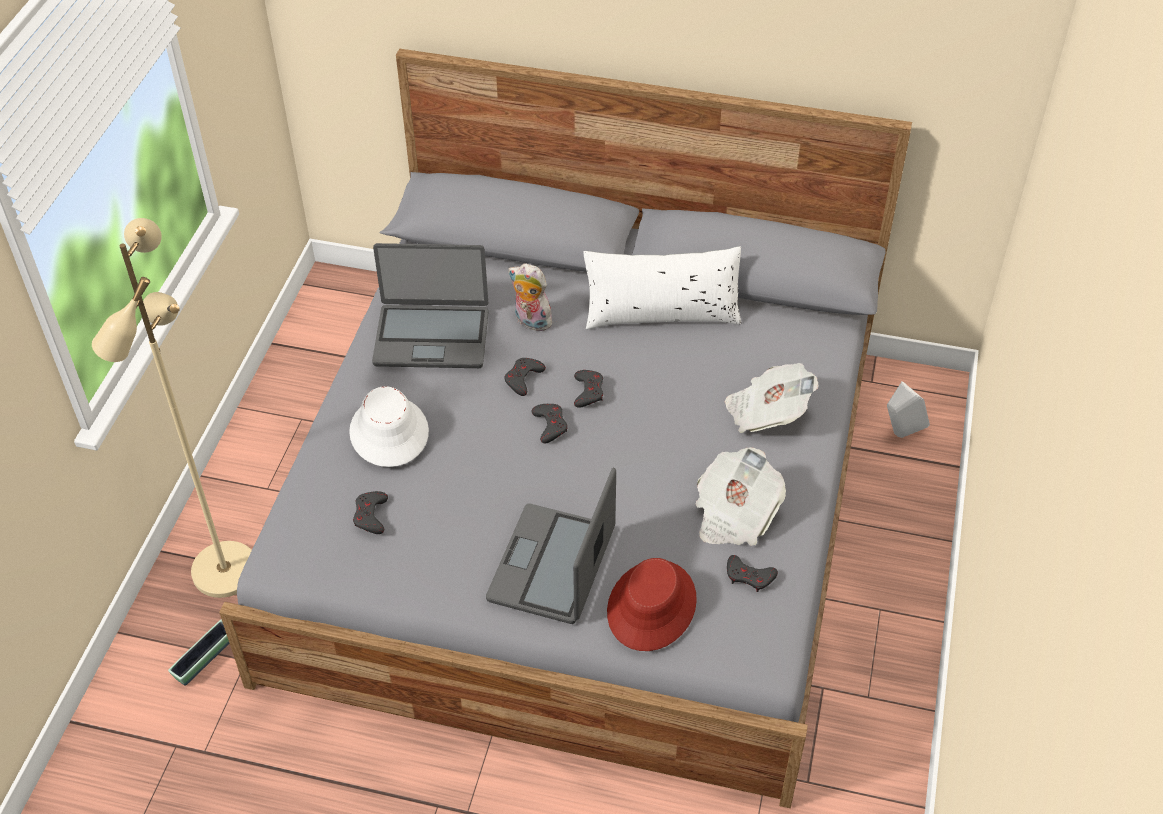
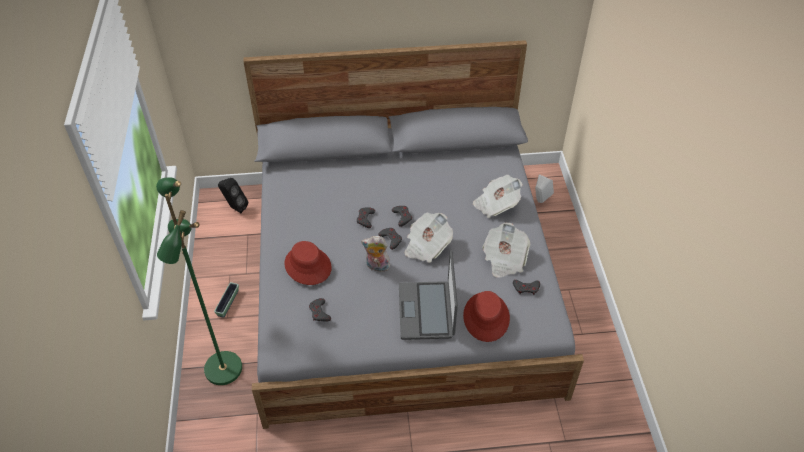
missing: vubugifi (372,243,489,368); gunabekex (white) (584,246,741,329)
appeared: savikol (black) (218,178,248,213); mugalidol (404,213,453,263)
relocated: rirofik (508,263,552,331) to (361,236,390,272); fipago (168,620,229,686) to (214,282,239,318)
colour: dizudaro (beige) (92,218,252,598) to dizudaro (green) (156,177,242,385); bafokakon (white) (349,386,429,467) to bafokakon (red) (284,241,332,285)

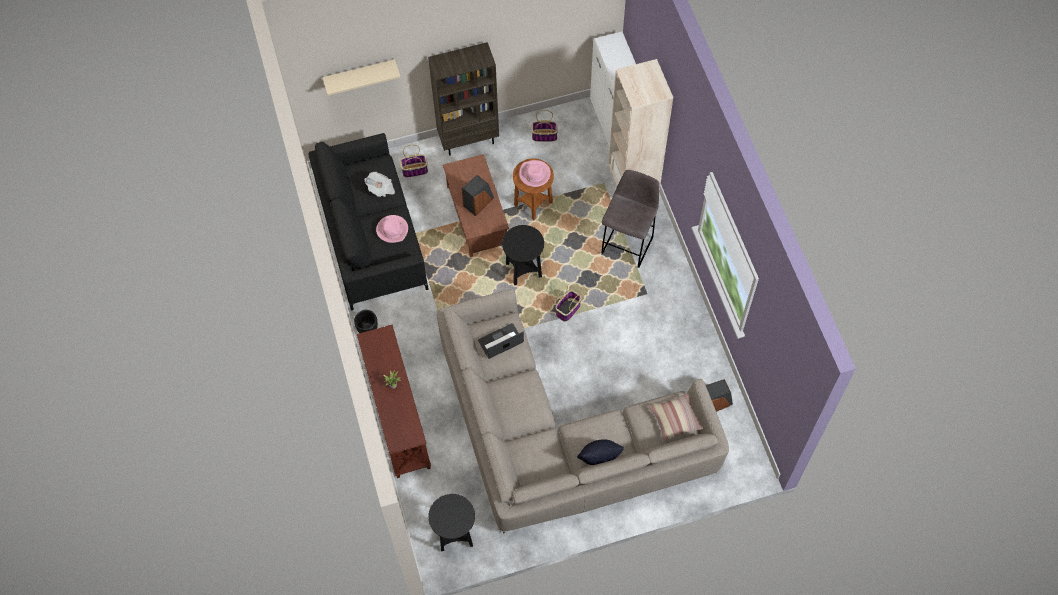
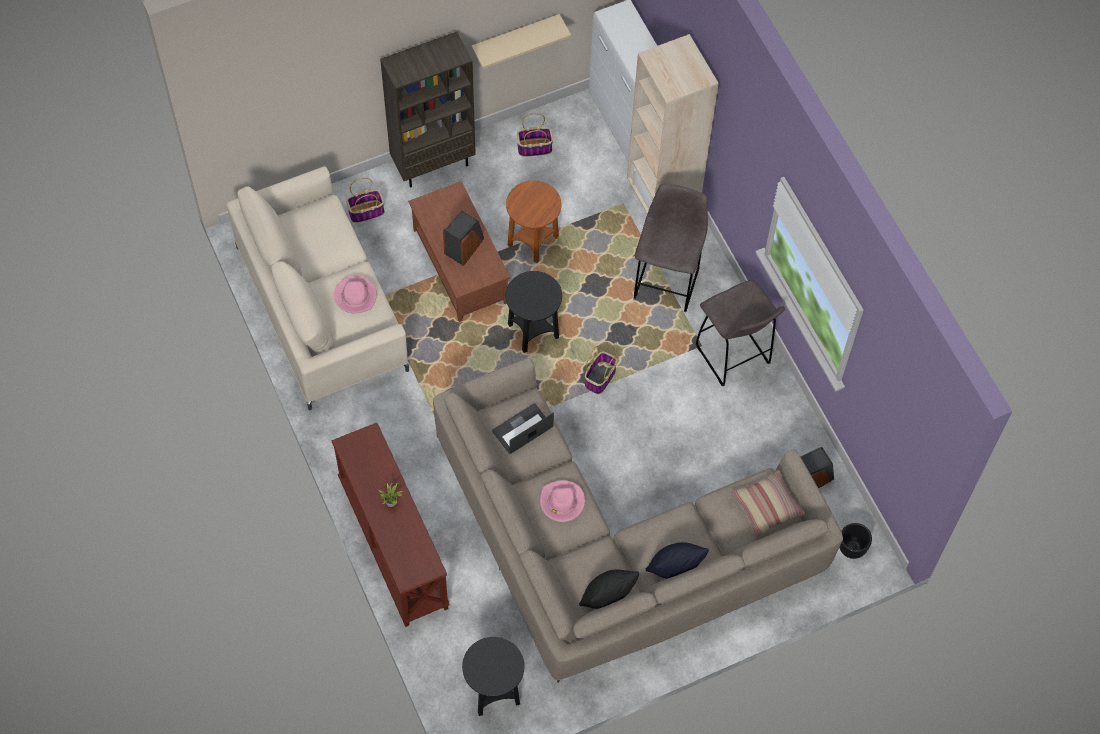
missing: mugalidol (365,172,395,197)
appeared: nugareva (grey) (696,280,785,386); gunabekex (black) (579,569,639,609)
relocated: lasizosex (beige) (322,59,401,96) to (471,14,571,69); bafokakon (pink) (519,160,551,187) to (540,480,585,522); fipago (black) (354,310,378,333) to (839,523,872,559)
colour: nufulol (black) (309,133,429,310) to nufulol (beige) (226,166,409,410)

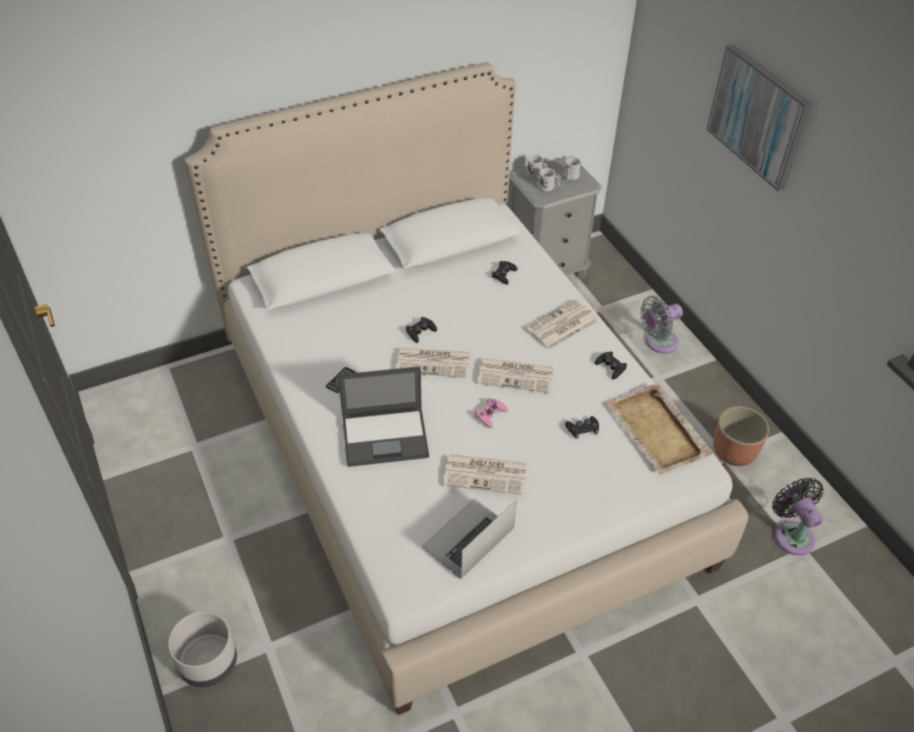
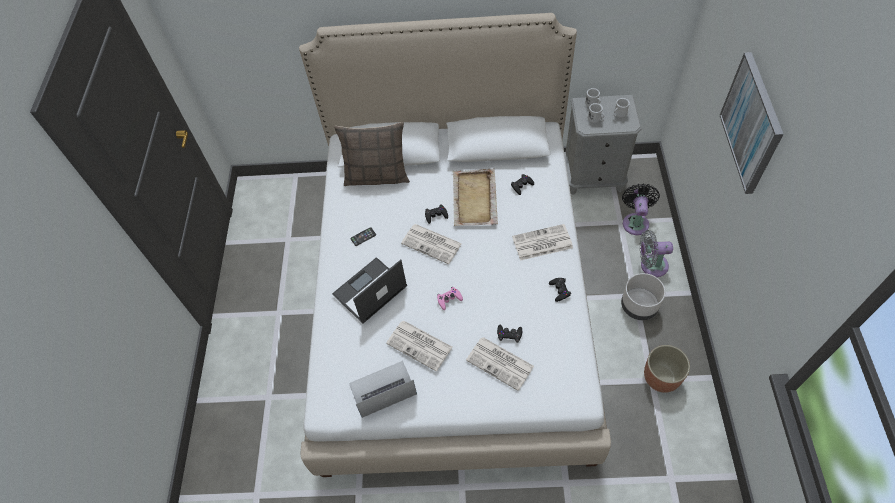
appeared: gunabekex (334,122,410,186)
relocated: mugalidol (478,358,553,393) to (466,337,534,391); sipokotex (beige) (605,383,714,474) to (452,169,498,226); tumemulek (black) (772,478,824,556) to (622,183,660,235); fipago (grey) (168,611,237,687) to (621,273,665,320)
spun: vubugifi (338,366,429,467) = (332,257,407,324) 120 degrees clockwise

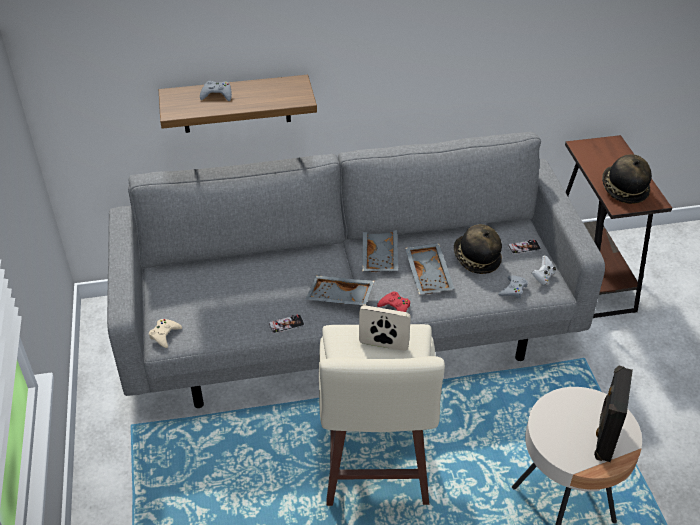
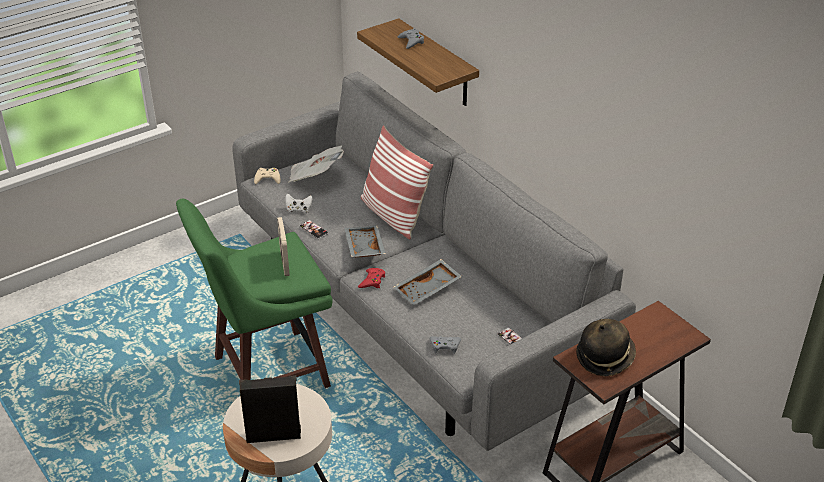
missing: bafokakon (454,224,502,274); sipokotex (grey) (362,230,398,272)
appeared: gunabekex (361,125,433,239); mugalidol (288,146,344,183)
relocated: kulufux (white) (532,255,556,285) to (285,194,313,213)
colour: nugareva (beige) (319,324,445,506) to nugareva (green) (176,199,332,388)

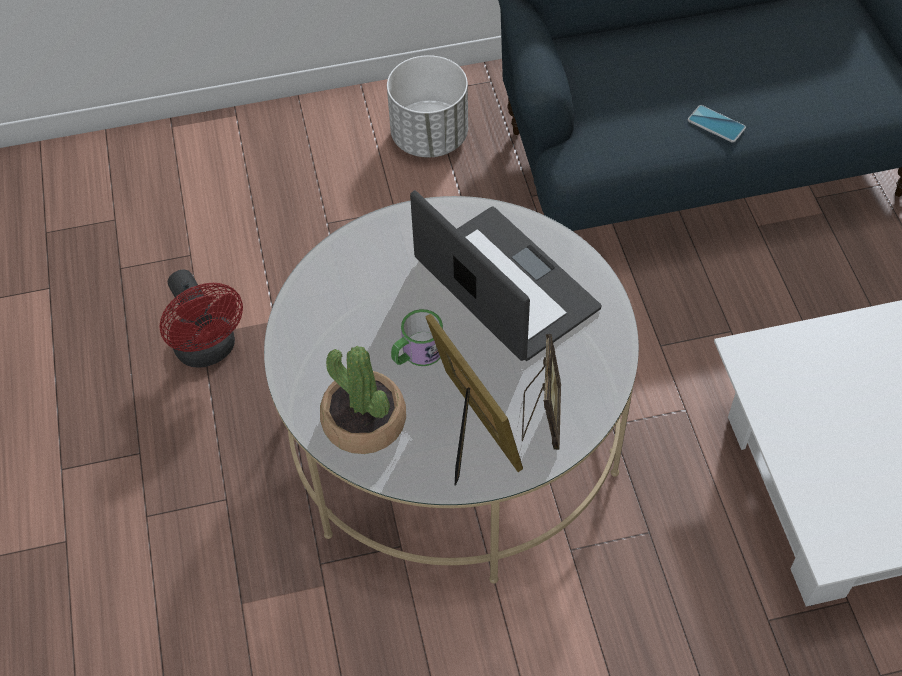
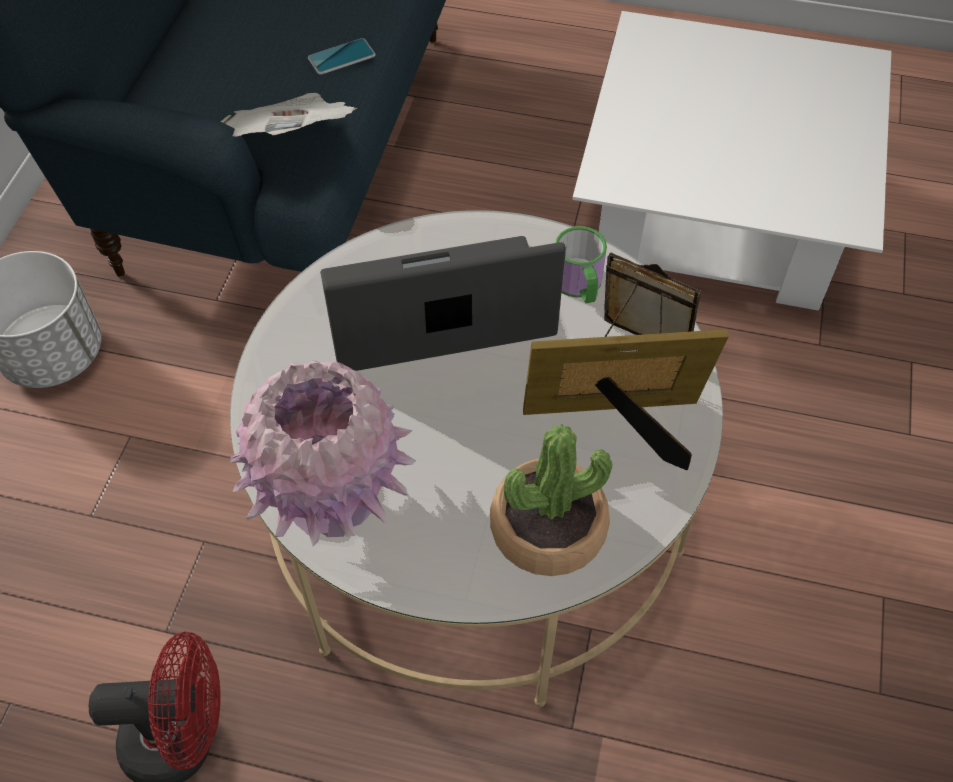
appeared: mugalidol (220,93,357,137); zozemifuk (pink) (230,361,416,546)
relocated: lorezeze (391,309,443,366) to (555,226,607,303)

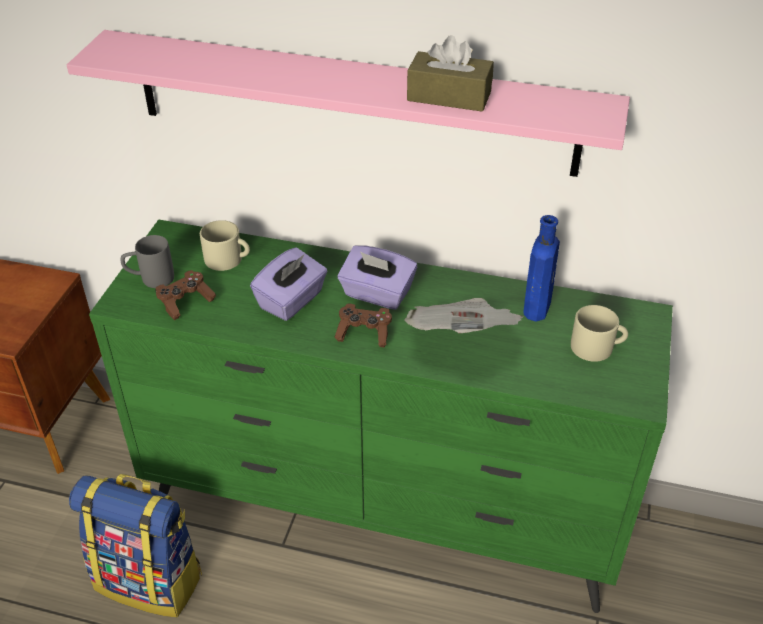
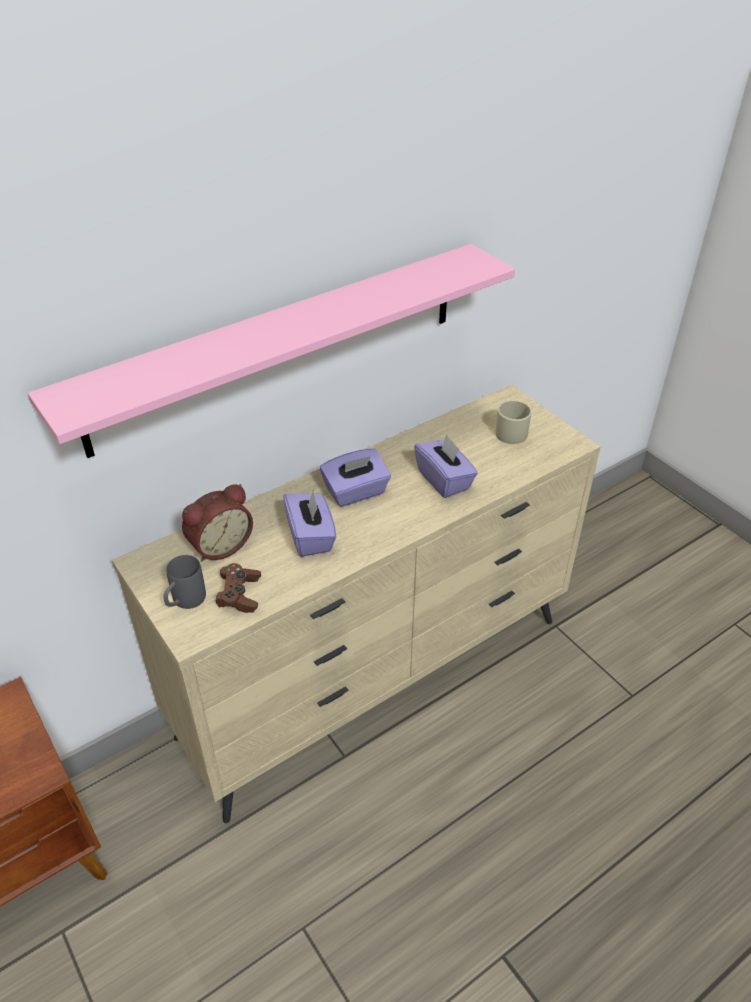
missing: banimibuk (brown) (407,35,494,112); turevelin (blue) (523,215,560,321); kulufux (brown) (334,304,392,347); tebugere (69,474,202,617)
exchanged: lorezeze (beige) (200,220,250,271) to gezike (182,484,253,562); mugalidol (405,298,523,333) to banimibuk (purple) (414,434,478,498)
colour: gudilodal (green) (89,219,673,613) to gudilodal (beige) (112,384,601,823)

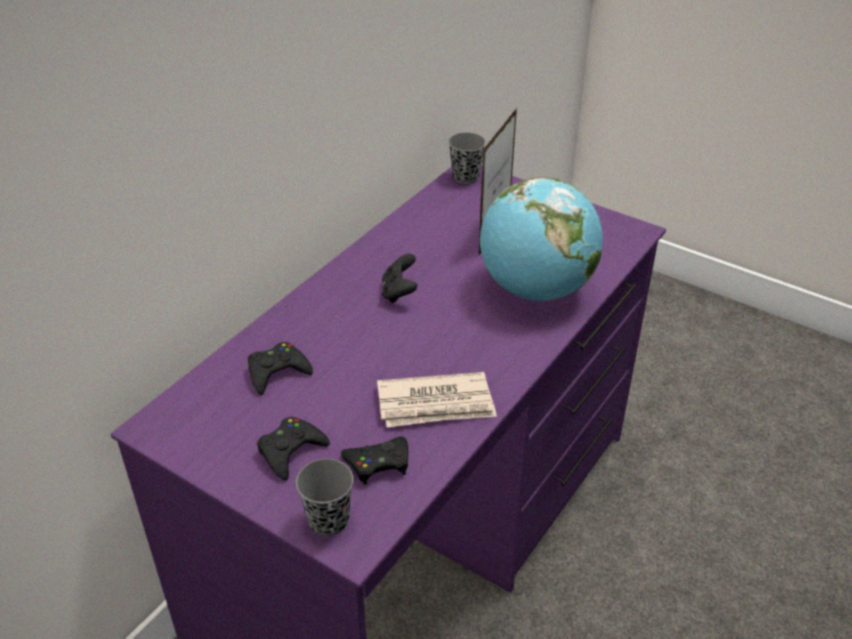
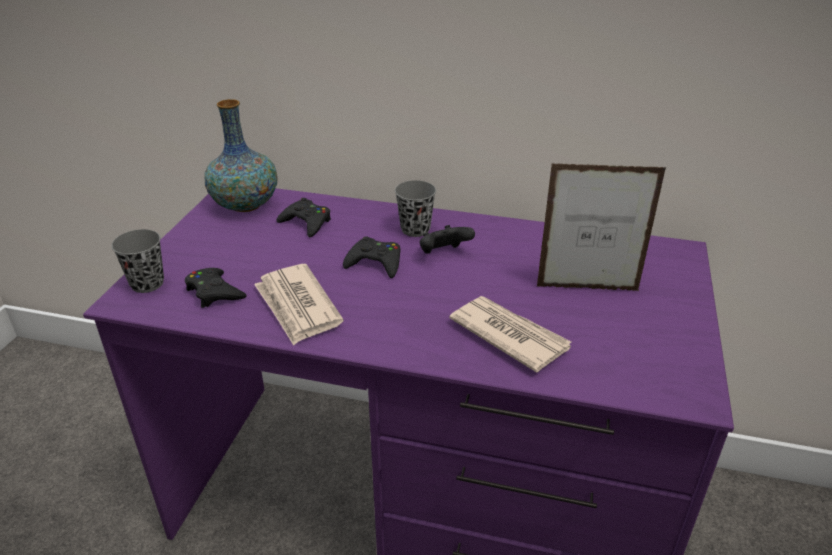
appeared: zozemifuk (204,99,278,212)
relocated: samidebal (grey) (448,132,486,184) to (395,180,436,237); kulufux (black) (257,417,330,481) to (343,236,400,278)
exchanged: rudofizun (479,177,603,301) to mugalidol (449,296,571,373)

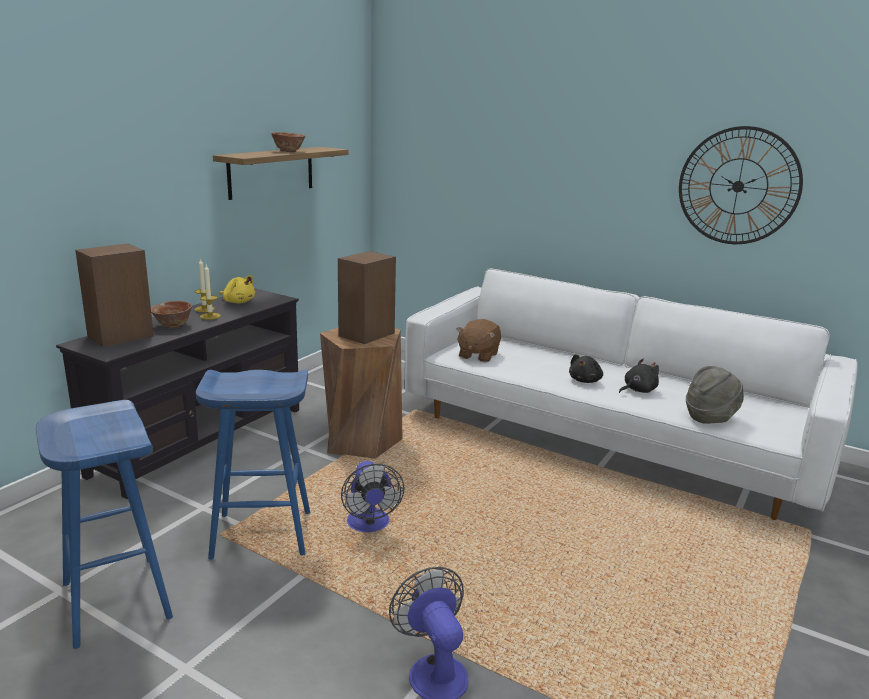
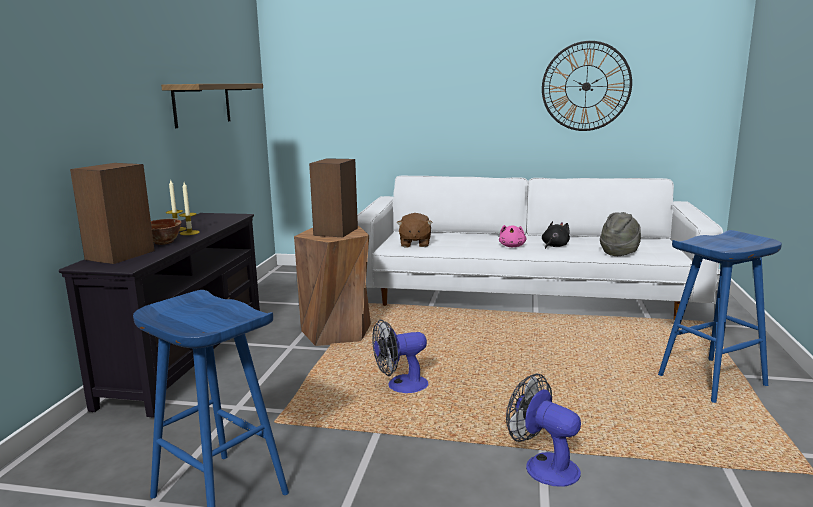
missing: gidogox (271,132,306,152); rirofik (yellow) (219,275,255,303)
relocated: nugareva (blue) (196,370,310,560) to (658,230,782,403)
colour: rirofik (black) (569,354,603,383) to rirofik (pink) (499,225,526,247)
spun: tumemulek (341,461,404,532) = (372,319,428,393) 105 degrees clockwise

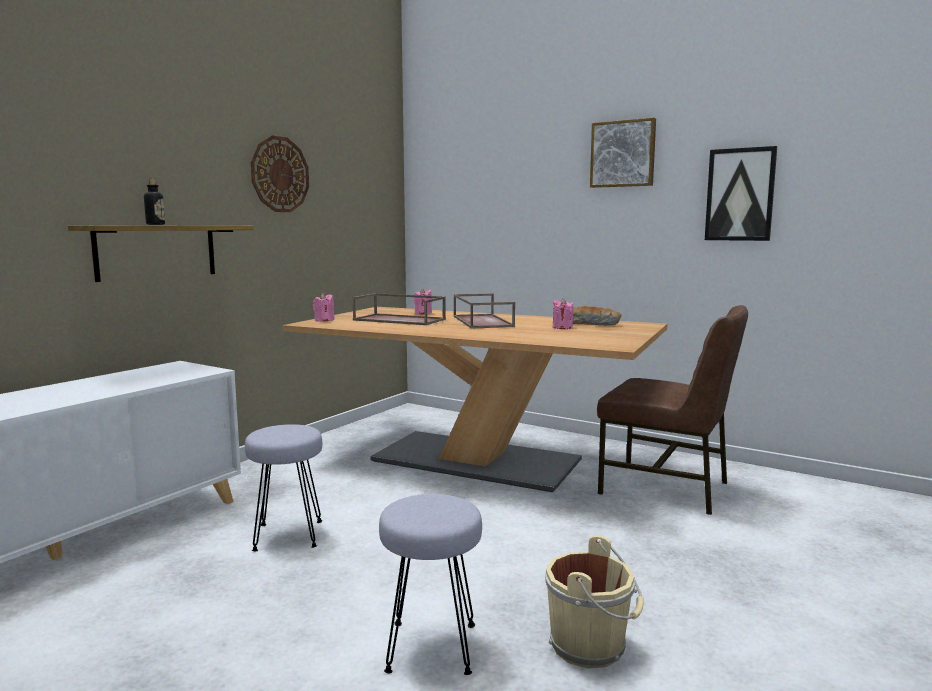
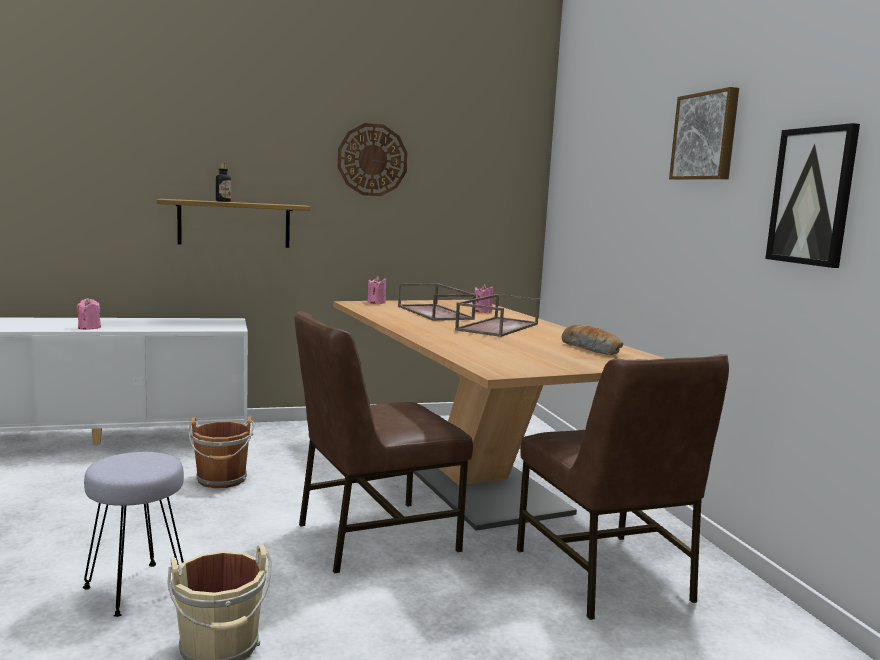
appeared: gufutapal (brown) (295,311,473,574)
relocated: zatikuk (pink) (553,298,573,329) to (77,298,101,330)
exchanged: nugareva (grey) (245,424,322,551) to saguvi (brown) (188,416,254,488)

